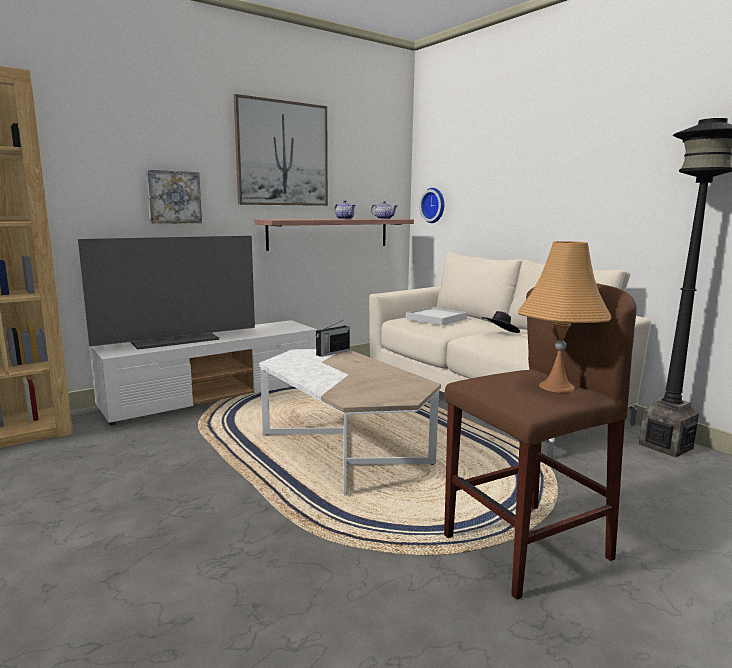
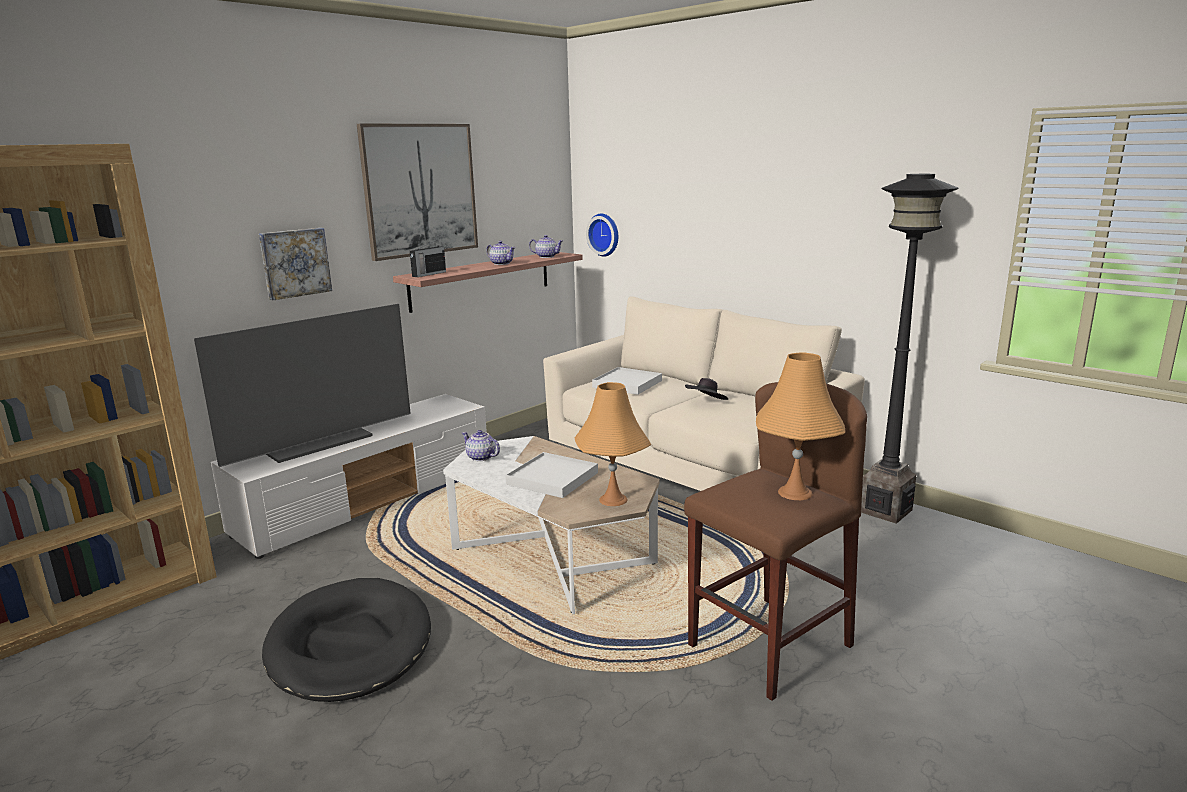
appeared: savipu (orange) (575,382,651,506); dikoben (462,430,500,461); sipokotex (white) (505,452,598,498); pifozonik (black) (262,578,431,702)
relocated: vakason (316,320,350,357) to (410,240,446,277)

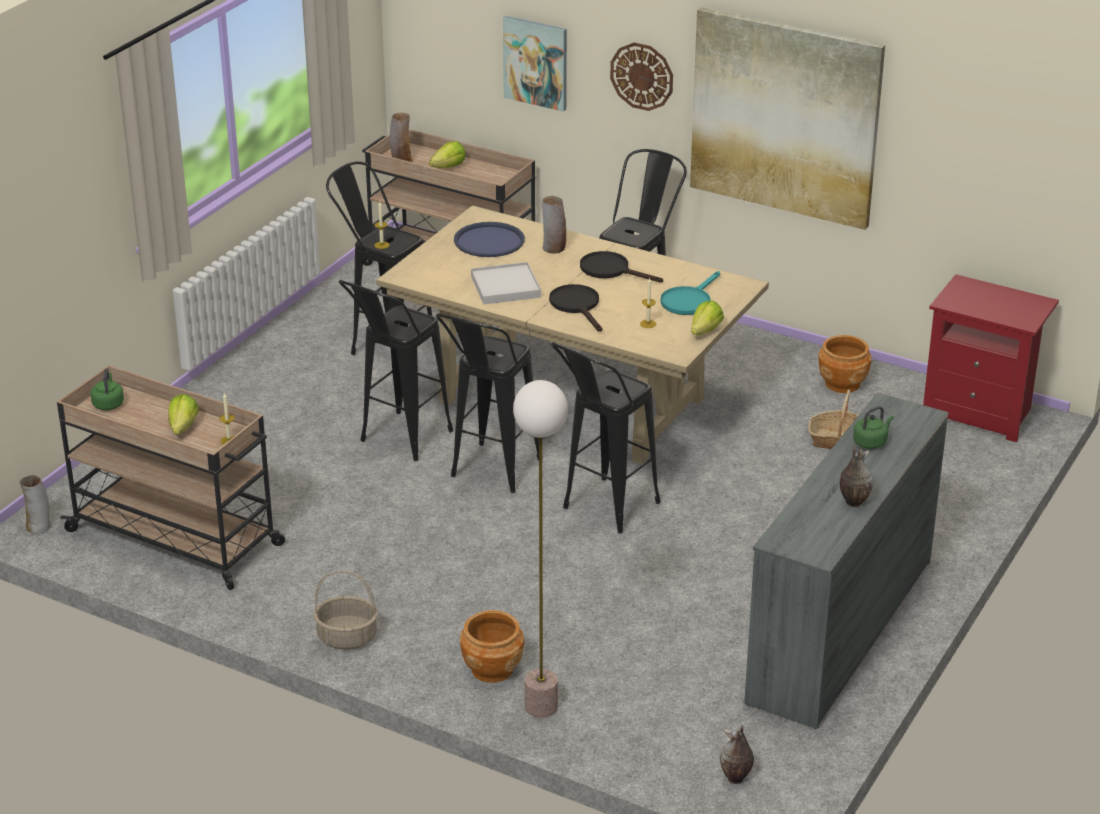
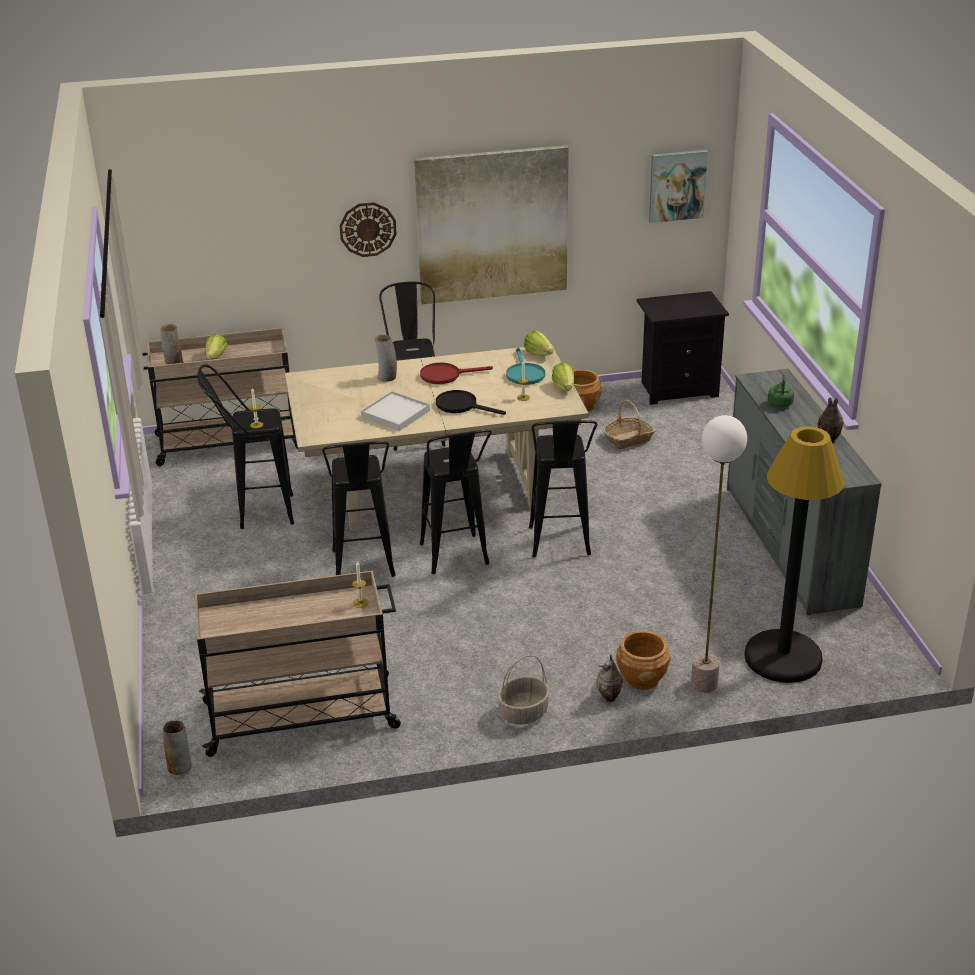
missing: sipokotex (blue) (454,222,525,257); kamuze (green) (90,368,124,410)
appeared: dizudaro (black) (744,426,845,683)
relocated: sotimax (503,16,567,112) to (649,150,708,223); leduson (168,394,199,434) to (524,330,553,356); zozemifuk (720,725,754,784) to (597,655,623,702)
colour: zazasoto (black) (580,251,663,282) to zazasoto (red) (420,363,493,384); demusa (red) (923,274,1059,442) to demusa (black) (637,291,729,405)

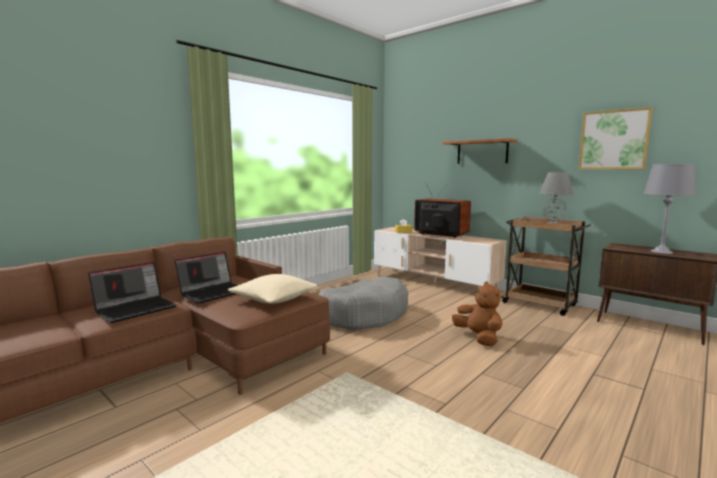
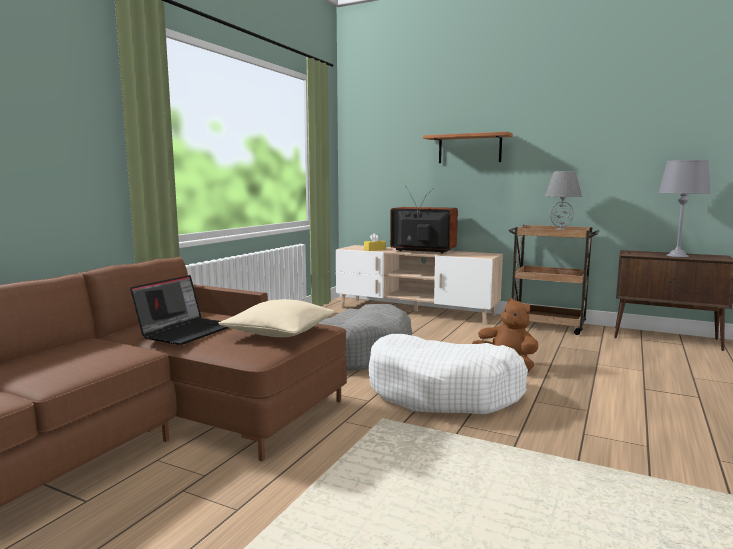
missing: sotimax (579,107,653,169); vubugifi (88,262,176,323)
appeared: pifozonik (white) (369,334,528,414)

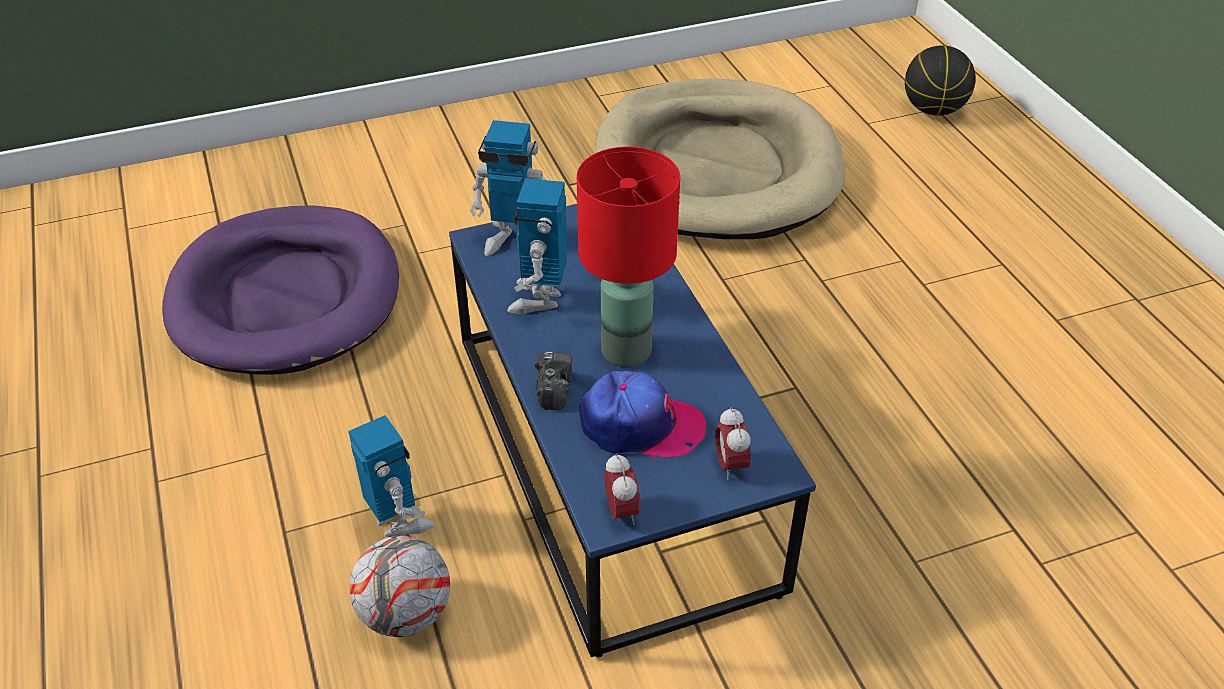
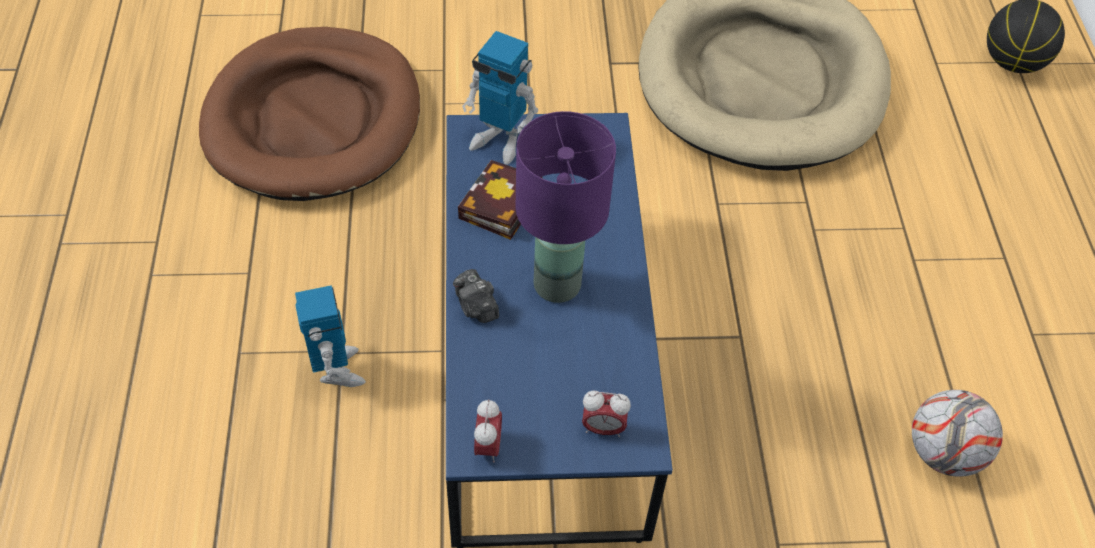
missing: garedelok (579,371,706,458)
relocated: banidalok (349,536,450,637) to (912,390,1003,477)
exchanged: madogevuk (507,178,567,314) to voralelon (458,160,542,240)
colour: savipu (red) (577,147,680,367) to savipu (purple) (516,111,616,303); pifozonik (purple) (162,205,399,375) to pifozonik (brown) (199,27,420,201)
spun: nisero (535,351,572,410) = (453,269,499,323) 135 degrees clockwise; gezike (715,407,751,480) = (582,391,631,437) 90 degrees counterclockwise

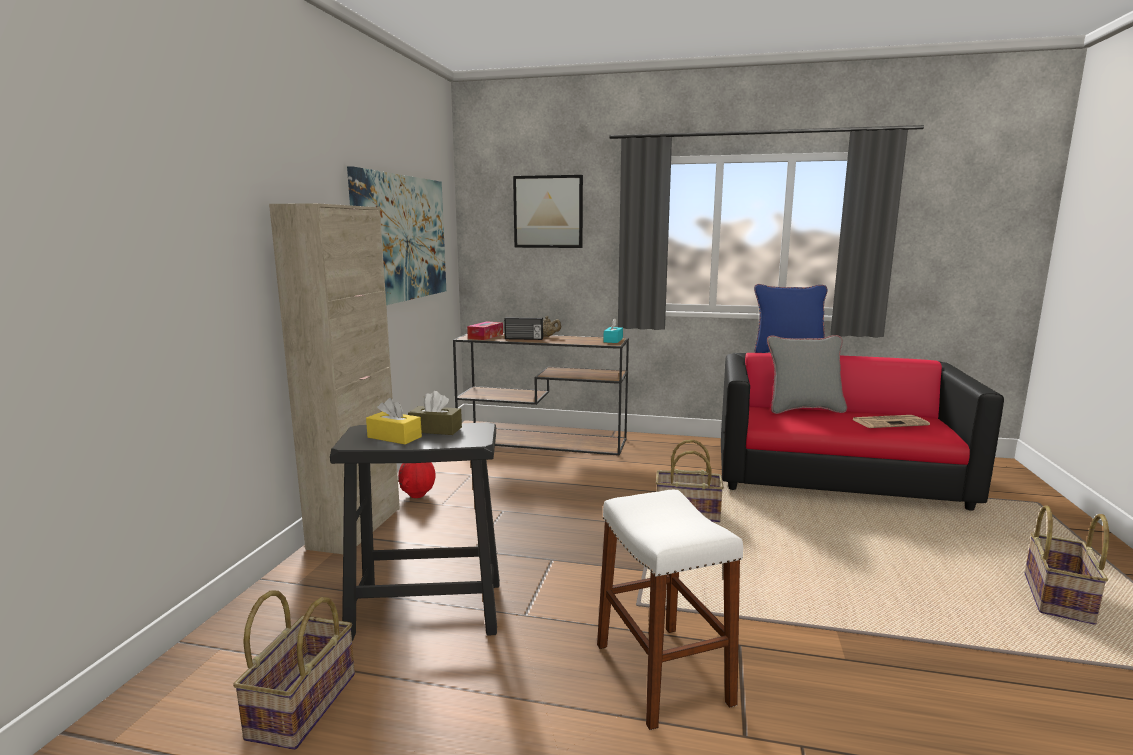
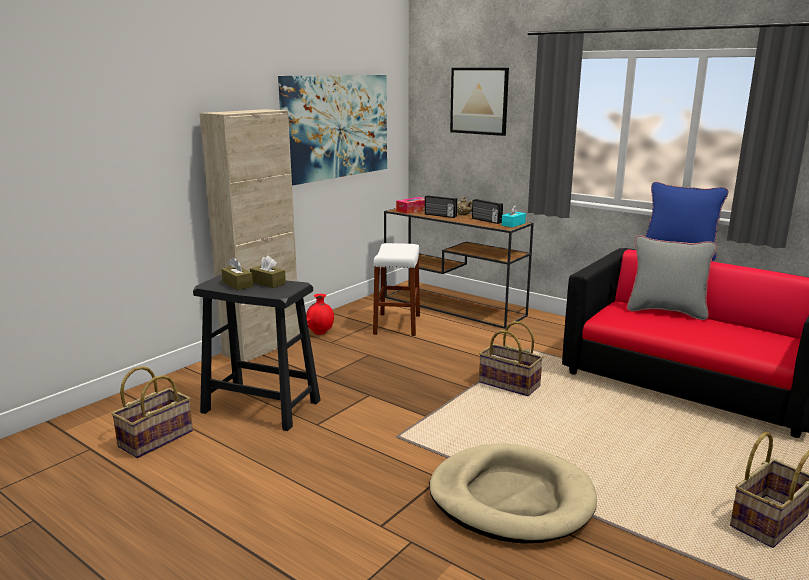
missing: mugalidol (852,415,930,428)
appeared: vakason (472,199,503,224); pifozonik (beige) (429,444,597,544)
relocated: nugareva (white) (597,490,743,730) to (373,243,420,336)
colour: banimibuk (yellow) (366,398,422,444) to banimibuk (brown) (221,257,253,290)

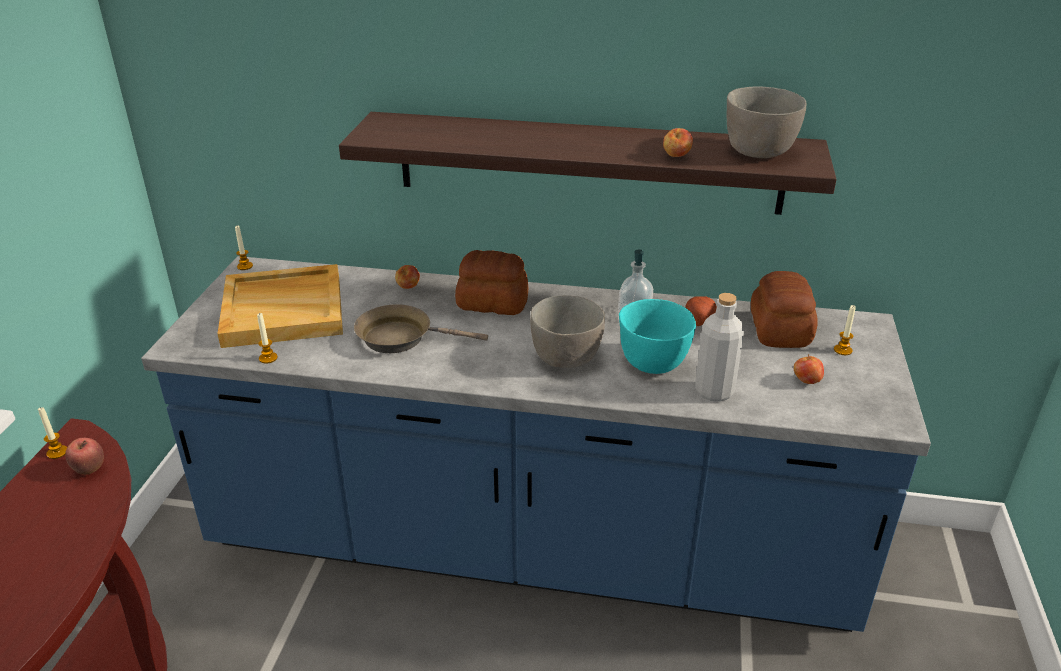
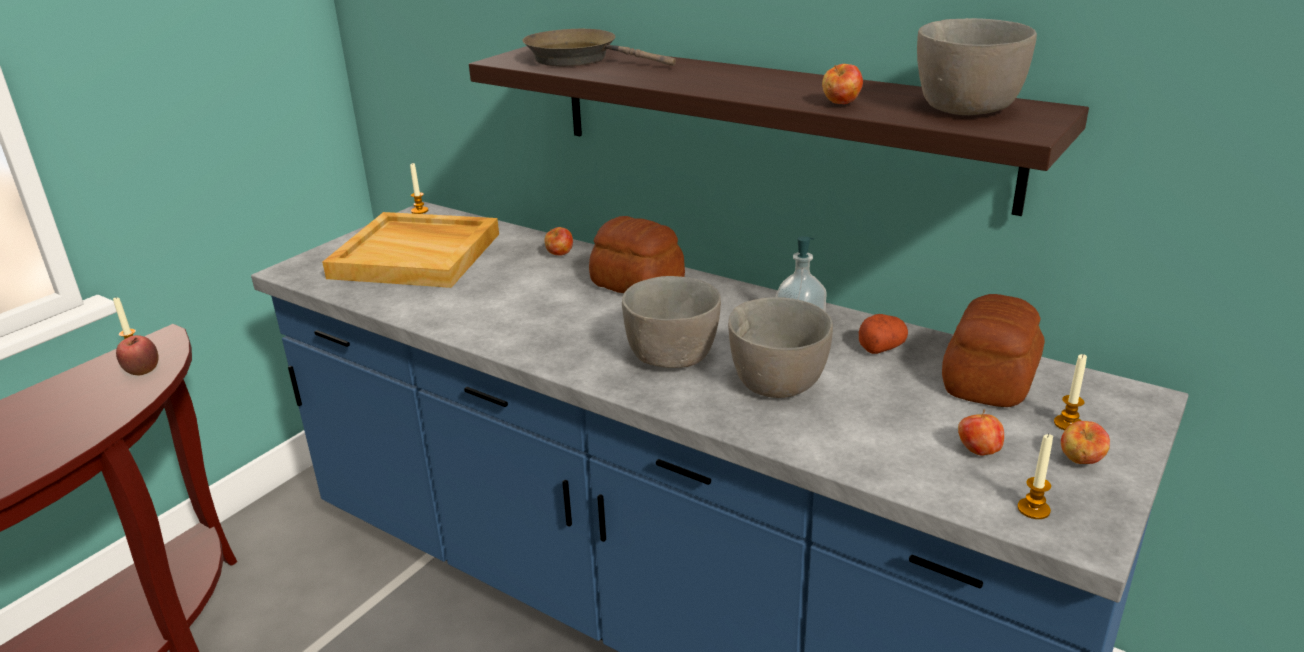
missing: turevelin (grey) (695,293,744,402)
appeared: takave (1061,421,1110,464)
relocated: zazasoto (brown) (354,304,488,353) to (522,29,676,66); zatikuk (257,313,278,363) to (1018,433,1053,519)
colour: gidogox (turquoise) (619,299,696,374) to gidogox (grey) (728,297,833,398)

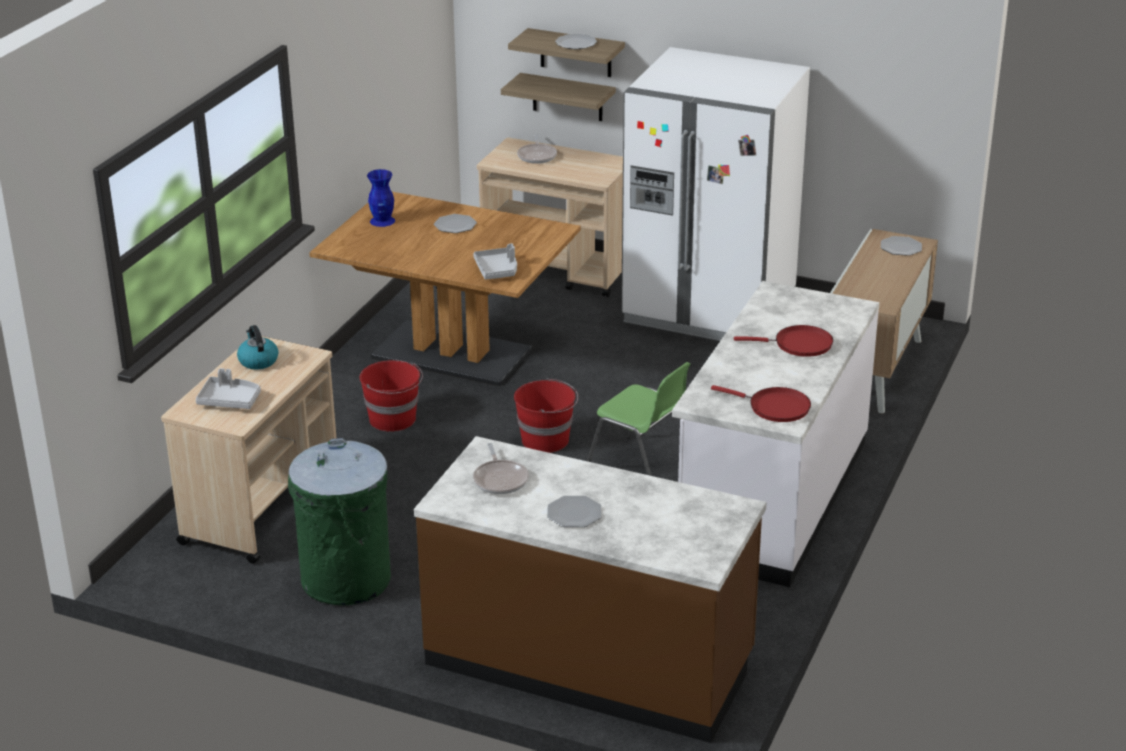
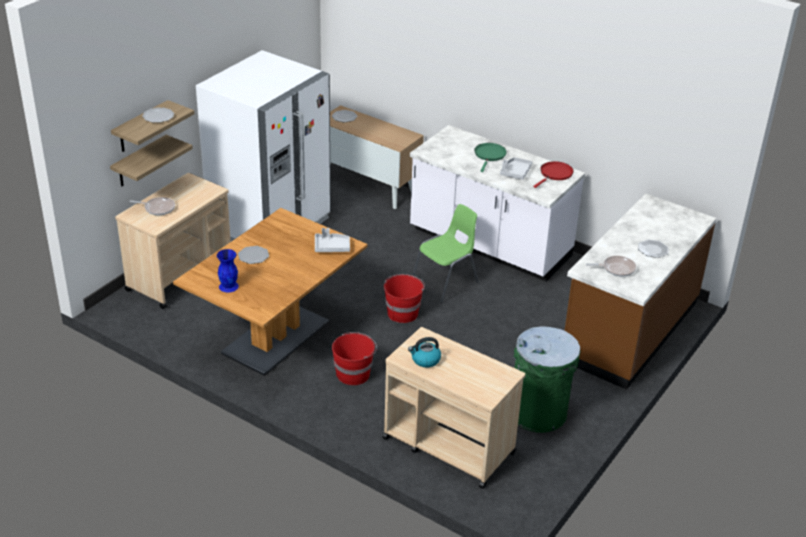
relocated: sipokotex (grey) (195,368,261,409) to (500,157,533,180)
colour: zazasoto (red) (734,325,833,357) to zazasoto (green) (474,143,507,172)

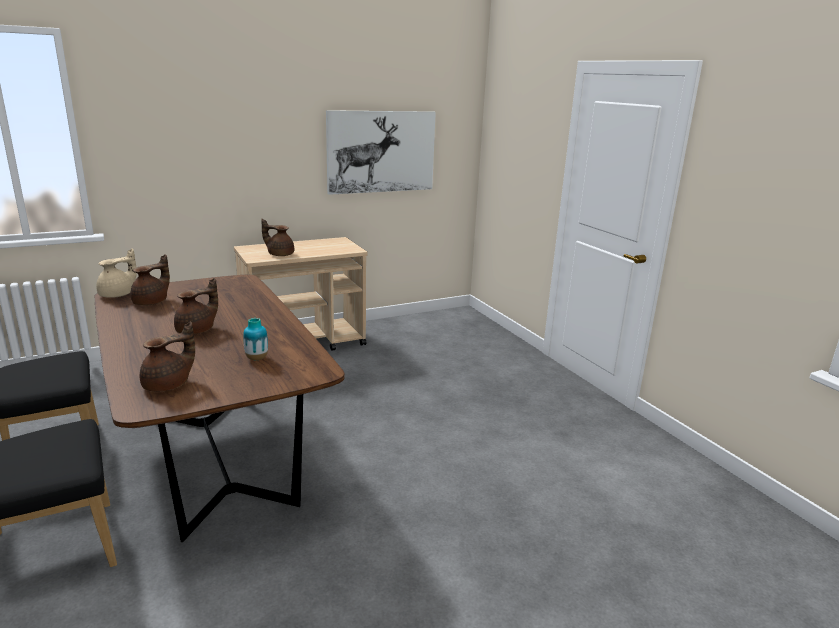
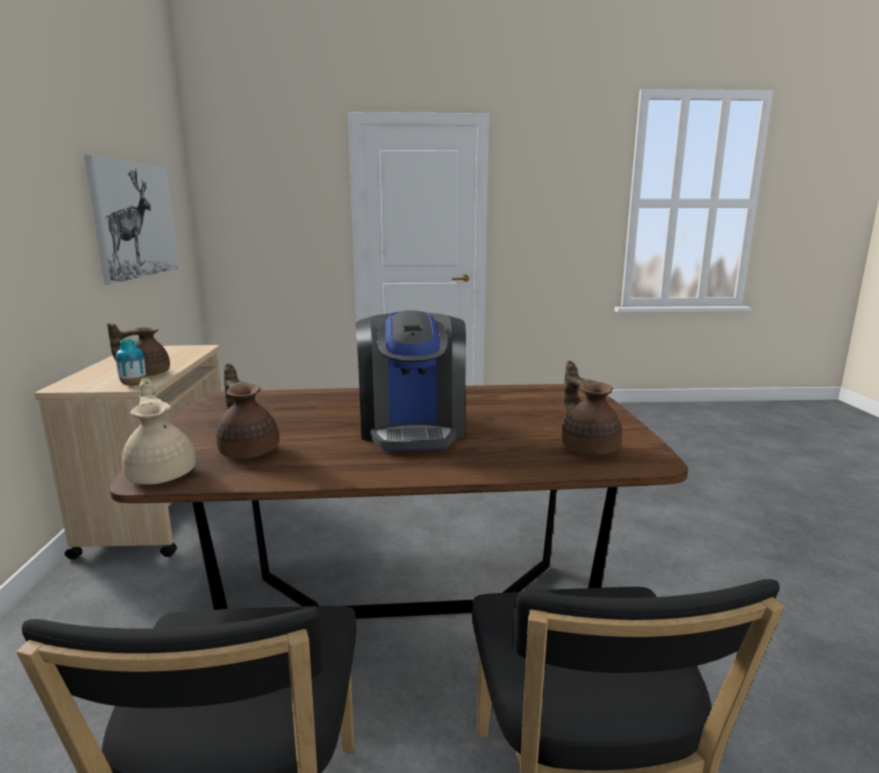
relocated: zozemifuk (243,318,268,360) to (116,339,146,386)
exchanged: dikoben (brown) (174,278,218,334) to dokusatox (355,310,466,450)

